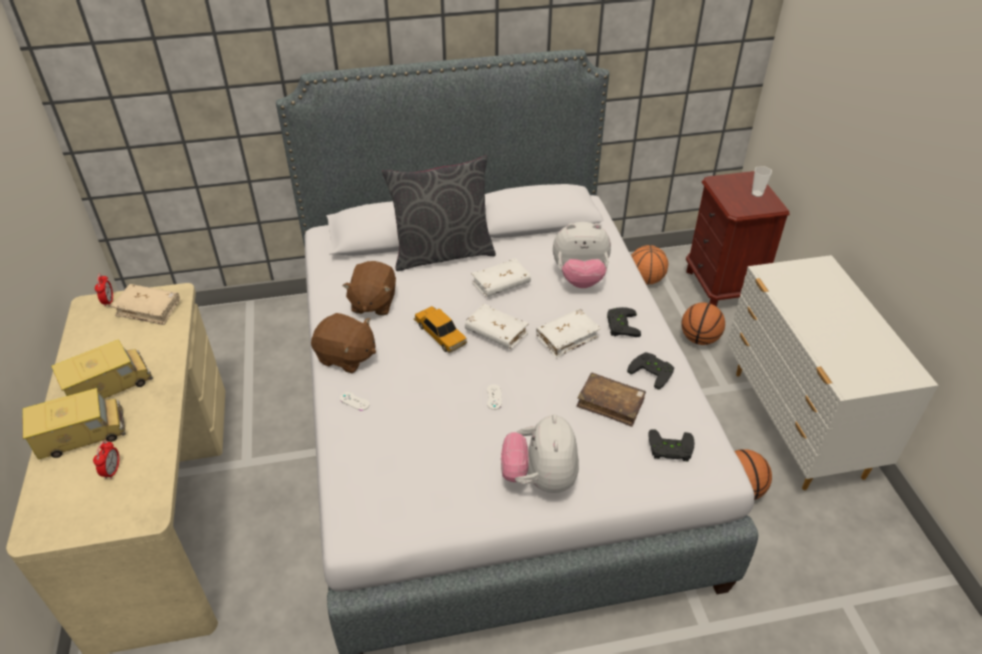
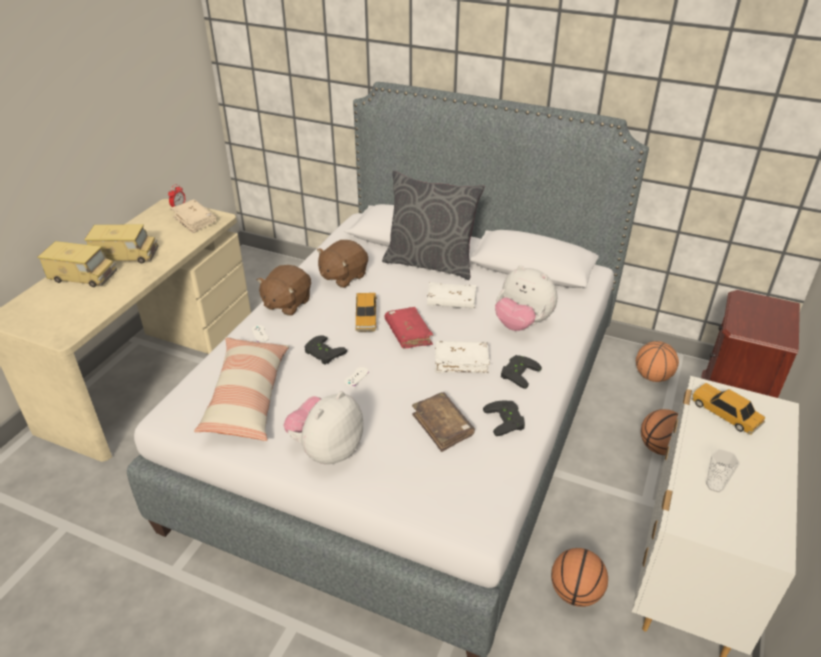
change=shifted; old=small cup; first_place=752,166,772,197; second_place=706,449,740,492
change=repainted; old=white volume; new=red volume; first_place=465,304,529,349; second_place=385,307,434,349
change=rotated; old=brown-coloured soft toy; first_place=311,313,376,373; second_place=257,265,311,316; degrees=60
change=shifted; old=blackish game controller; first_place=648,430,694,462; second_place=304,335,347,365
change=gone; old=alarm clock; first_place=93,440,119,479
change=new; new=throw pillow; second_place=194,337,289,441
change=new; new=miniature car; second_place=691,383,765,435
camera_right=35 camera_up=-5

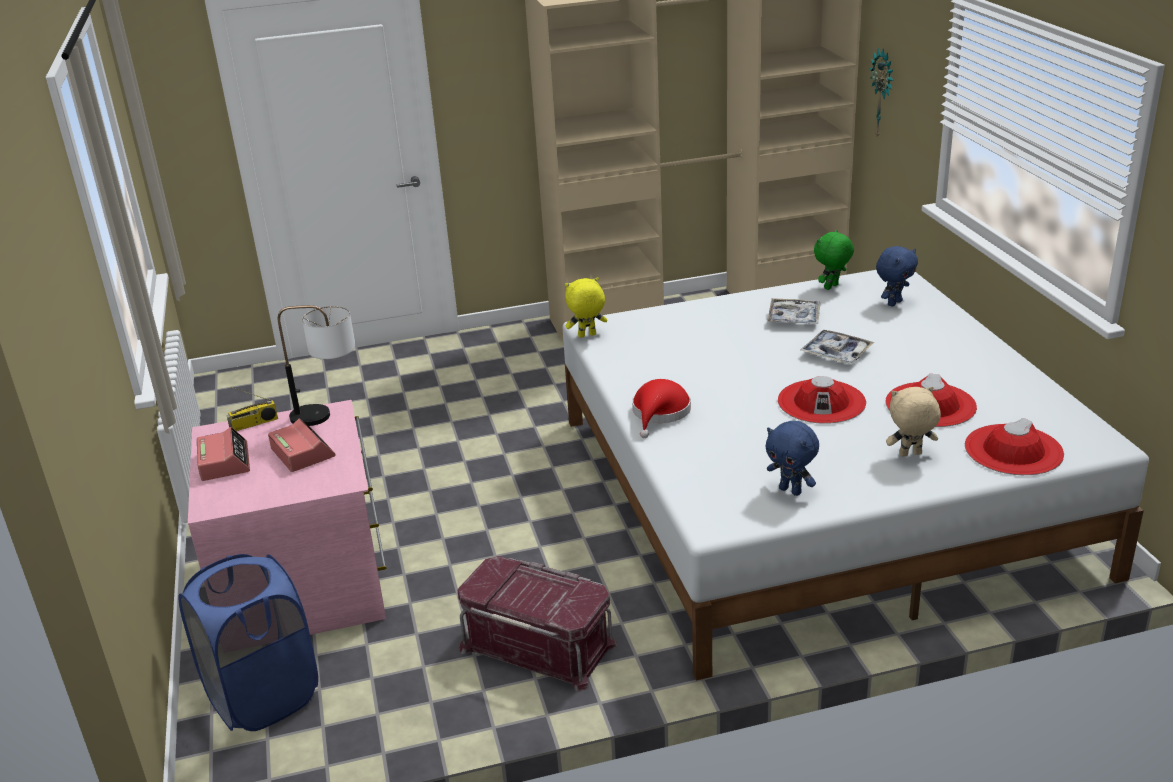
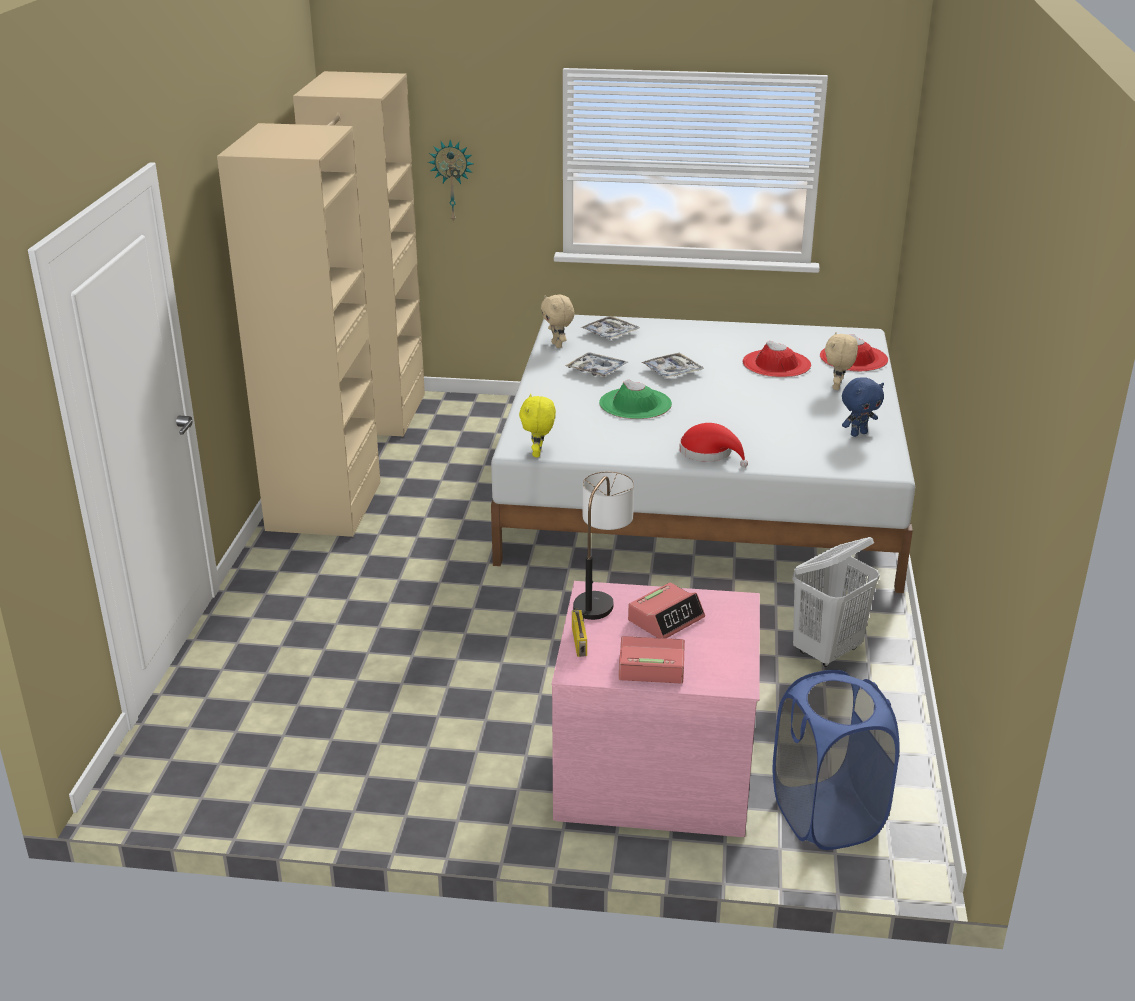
change=repainted; old=green-coloured soft toy; new=beige-coloured soft toy; first_place=814,230,854,290; second_place=541,295,575,348
change=swapped; old=blue soft toy; new=serving tray; first_place=876,246,918,306; second_place=581,316,640,340
change=gone; old=red clothing hat; first_place=778,376,866,424
change=rotated; old=alarm clock; first_place=268,418,336,472; second_place=628,582,705,638; degrees=150
change=swapped; old=red storage container; new=white laundry basket; first_place=457,556,618,692; second_place=793,537,880,667
change=new; new=green-coloured clothing hat; second_place=599,379,672,419
camera_right=-70 camera_up=0

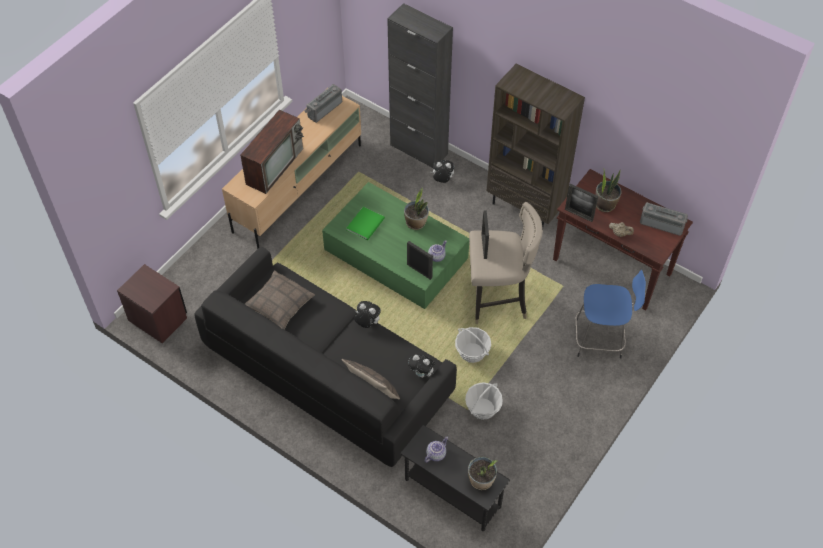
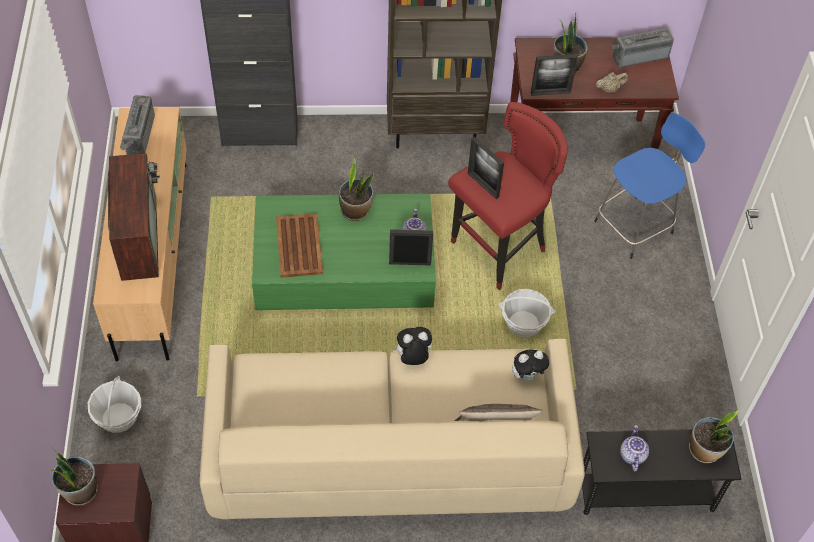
change=gone; old=soft toy; first_place=430,160,454,183
change=repainted; old=beige-coloured stool seat; new=red stool seat; first_place=469,202,543,324; second_place=448,102,568,290
change=swapped; old=green-coloured volume; new=brown-coloured serving tray; first_place=347,207,385,240; second_place=276,213,323,278
change=repainted; old=blackish sofa; new=beige-coloured sofa; first_place=195,246,457,467; second_place=200,339,585,519
change=gone; old=throw pillow; first_place=245,270,315,329
change=shifted; old=storage basket; first_place=465,383,503,420; second_place=88,376,141,433
change=new; new=potted plant; second_place=50,447,98,506
camera_right=-40 camera_up=0

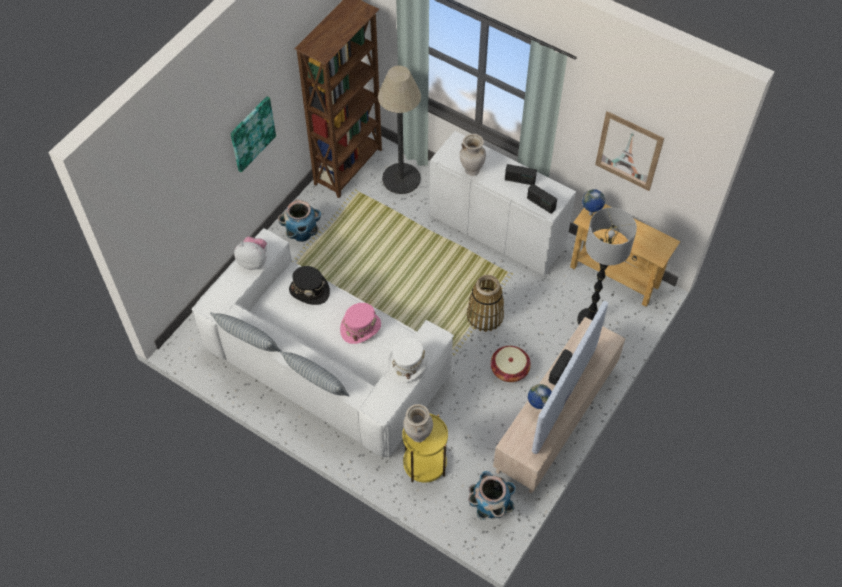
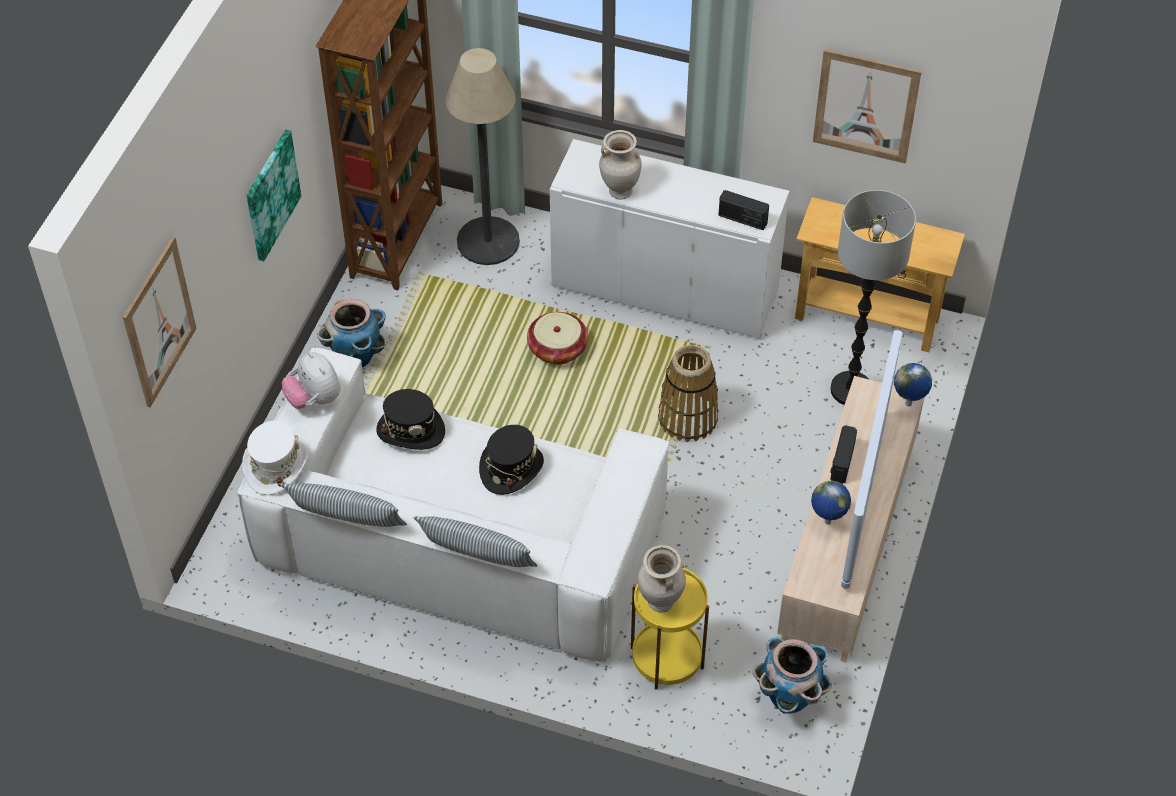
change=gone; old=radio; first_place=505,164,537,185
change=shifted; old=world globe; first_place=582,189,605,216; second_place=894,363,932,407
change=rotated; old=soft toy; first_place=234,237,267,270; second_place=282,352,341,409; degrees=-120
change=repainted; old=pink-coloured clothing hat; new=blackish clothing hat; first_place=340,303,381,344; second_place=479,425,544,495
change=shifted; old=white clothing hat; first_place=387,337,429,383; second_place=242,420,307,495
change=shifted; old=storage basket; first_place=491,346,531,382; second_place=527,312,588,365
change=new; new=wall picture; second_place=123,237,197,407
camera_right=-15 camera_up=-5

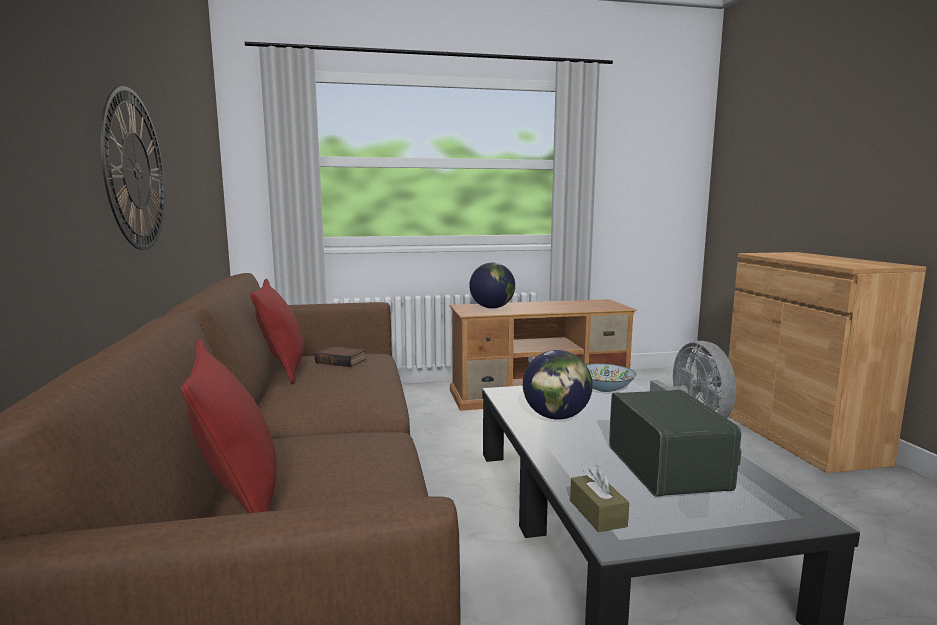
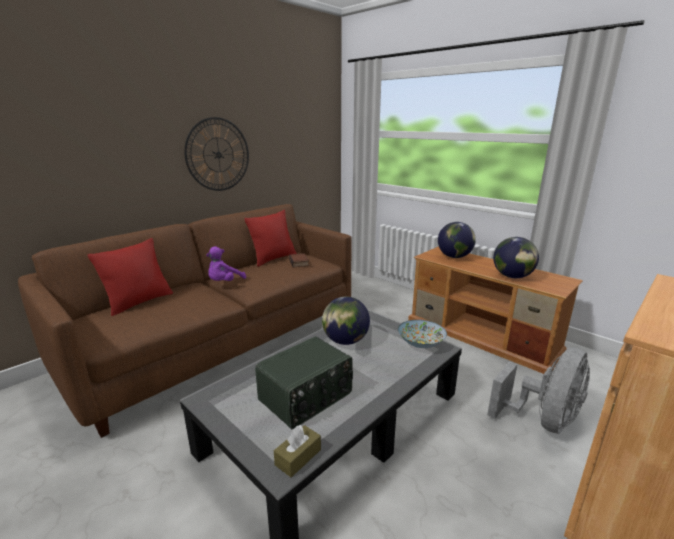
change=shifted; old=brown-coloured tissue holder; first_place=570,465,629,532; second_place=274,424,321,477
change=new; new=world globe; second_place=493,237,539,278
change=new; new=purple-coloured soft toy; second_place=206,247,246,281
camera_right=55 camera_up=10

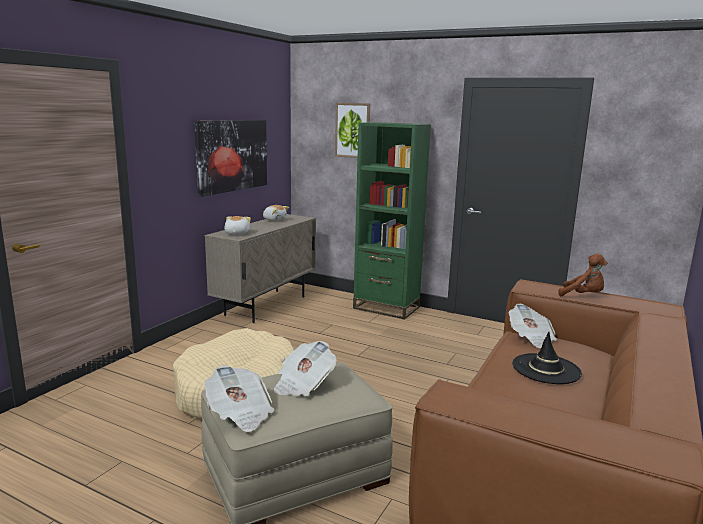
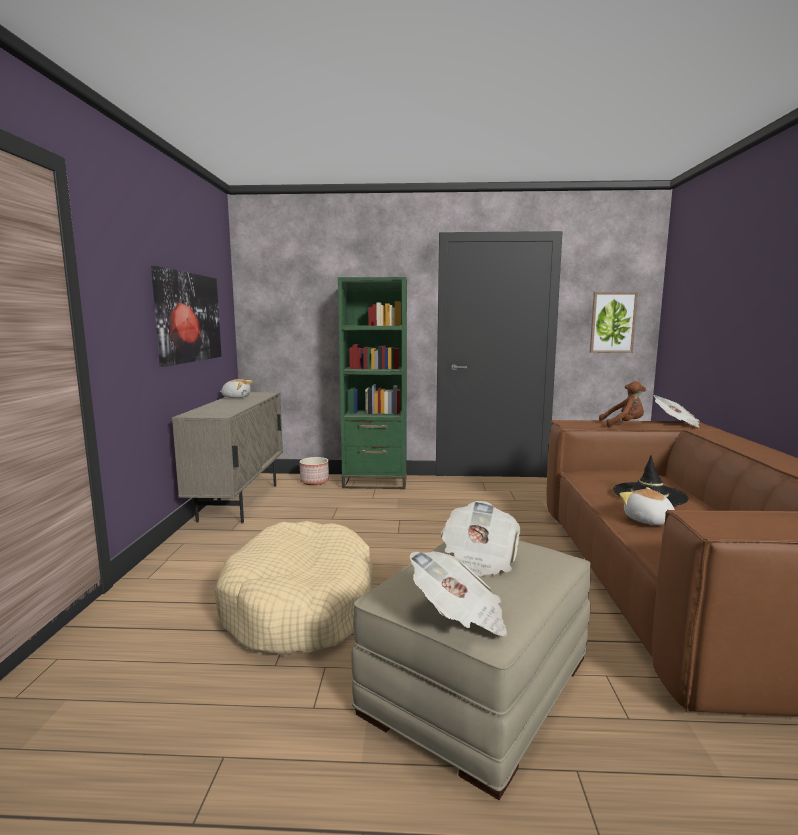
change=shifted; old=wall picture; first_place=335,103,370,158; second_place=590,292,638,353
change=shifted; old=soft toy; first_place=224,216,251,235; second_place=619,487,675,525
change=shifted; old=daily paper; first_place=508,304,557,348; second_place=653,395,700,428
change=new; new=planter; second_place=300,457,329,485
camera_right=-25 camera_up=-5

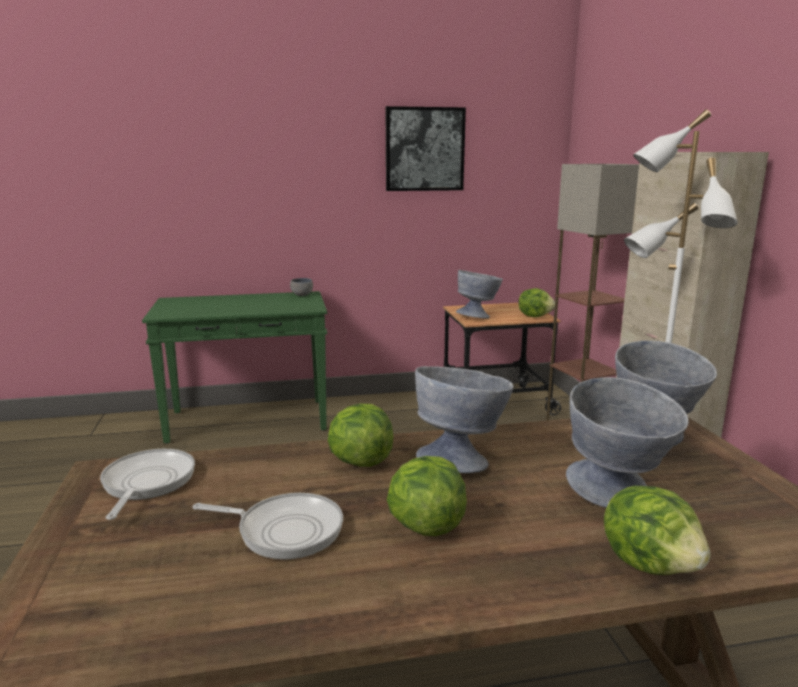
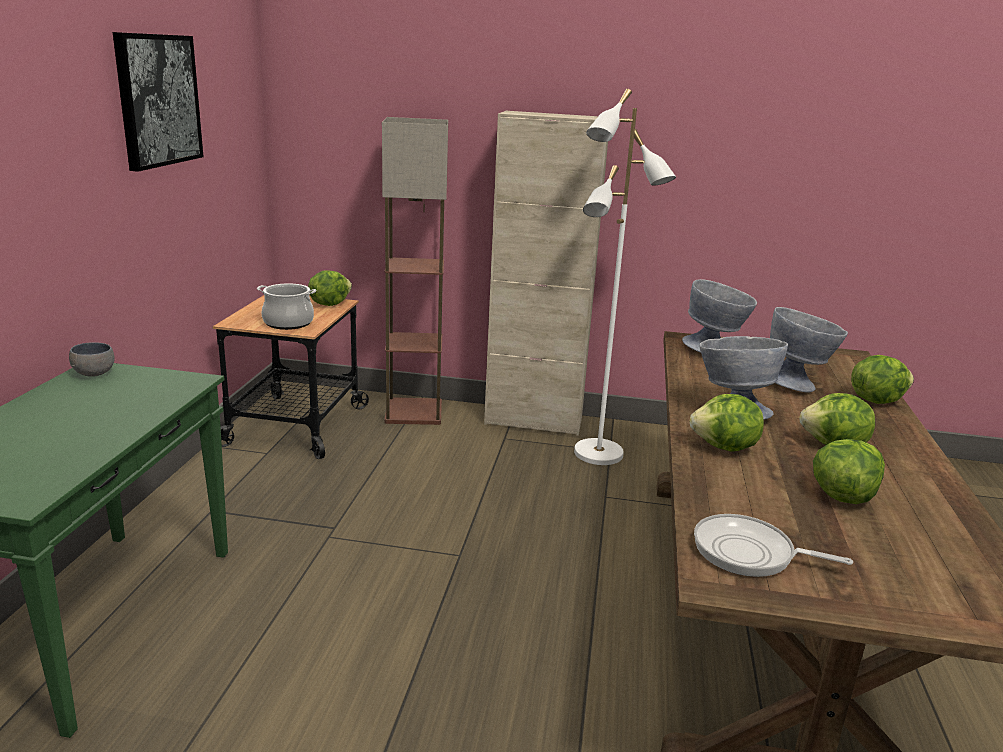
change=swapped; old=grey deep dish; new=stockpot; first_place=456,270,503,319; second_place=257,283,316,330
change=swapped; old=frying pan; new=head of lettuce; first_place=193,493,343,560; second_place=813,439,885,504
camera_right=-70 camera_up=5

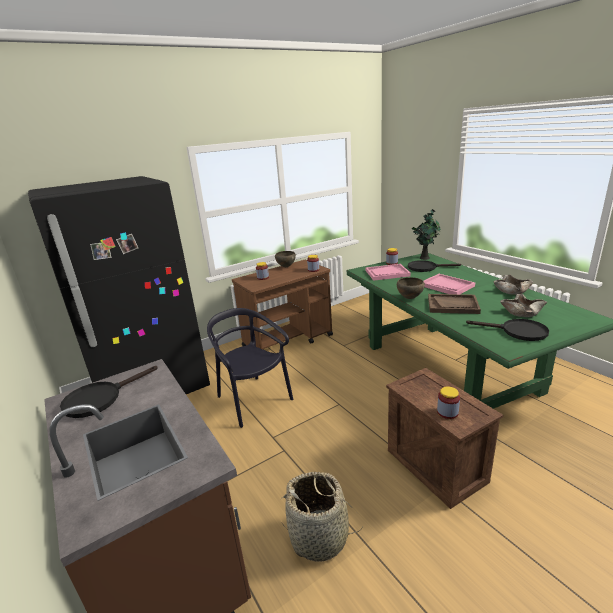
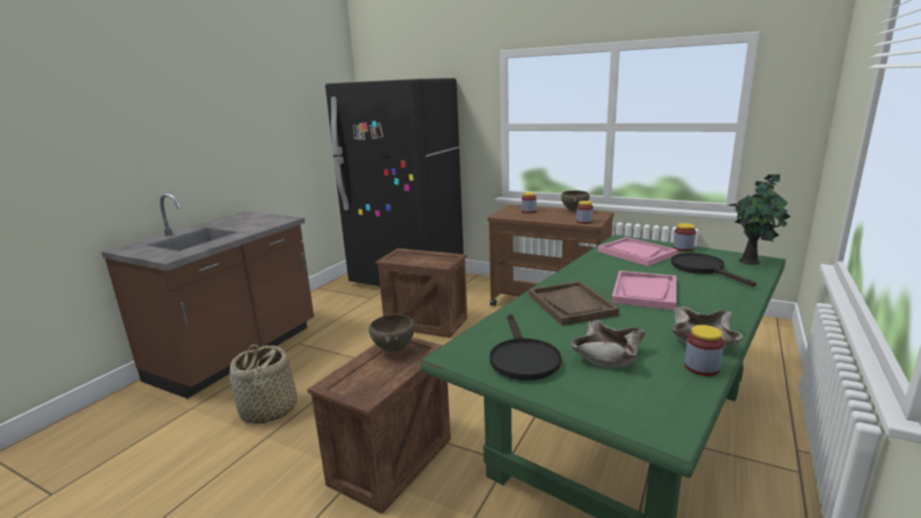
change=shifted; old=brown-coloured deep dish; first_place=397,277,425,299; second_place=369,314,415,352
change=swapped; old=blackish plain chair; new=shipping crate; first_place=207,308,293,428; second_place=375,248,467,338
change=gone; old=blackish frying pan; first_place=60,366,157,418
change=shifted; old=storage jar; first_place=437,386,460,419; second_place=684,325,724,376
camera_right=60 camera_up=-5

